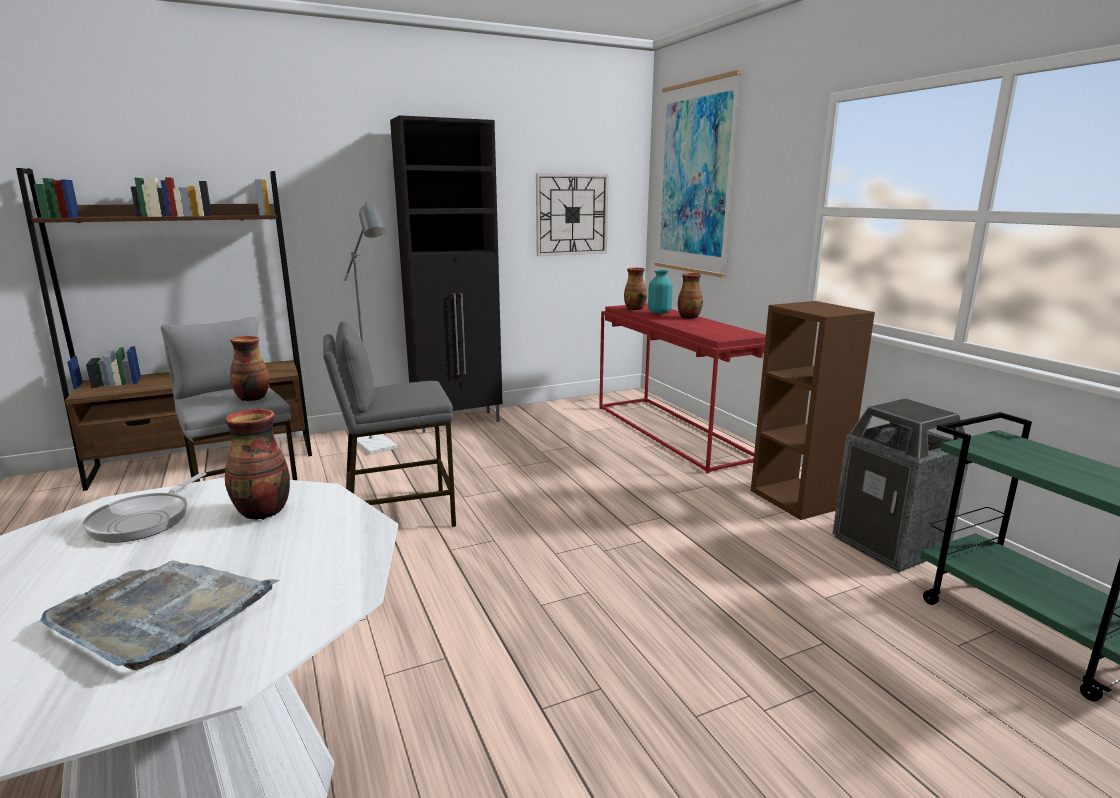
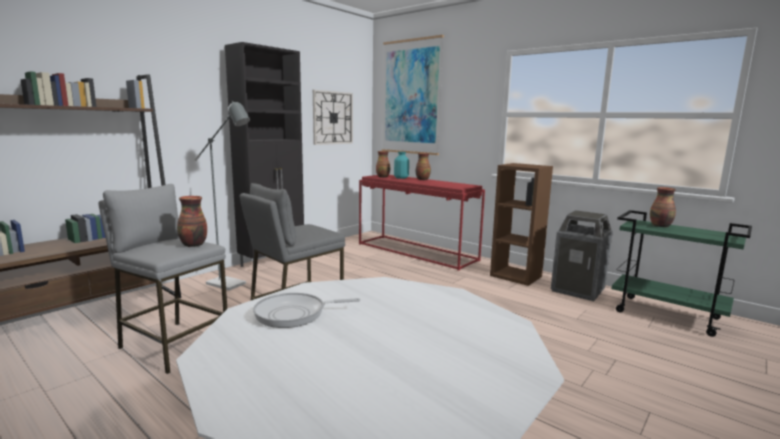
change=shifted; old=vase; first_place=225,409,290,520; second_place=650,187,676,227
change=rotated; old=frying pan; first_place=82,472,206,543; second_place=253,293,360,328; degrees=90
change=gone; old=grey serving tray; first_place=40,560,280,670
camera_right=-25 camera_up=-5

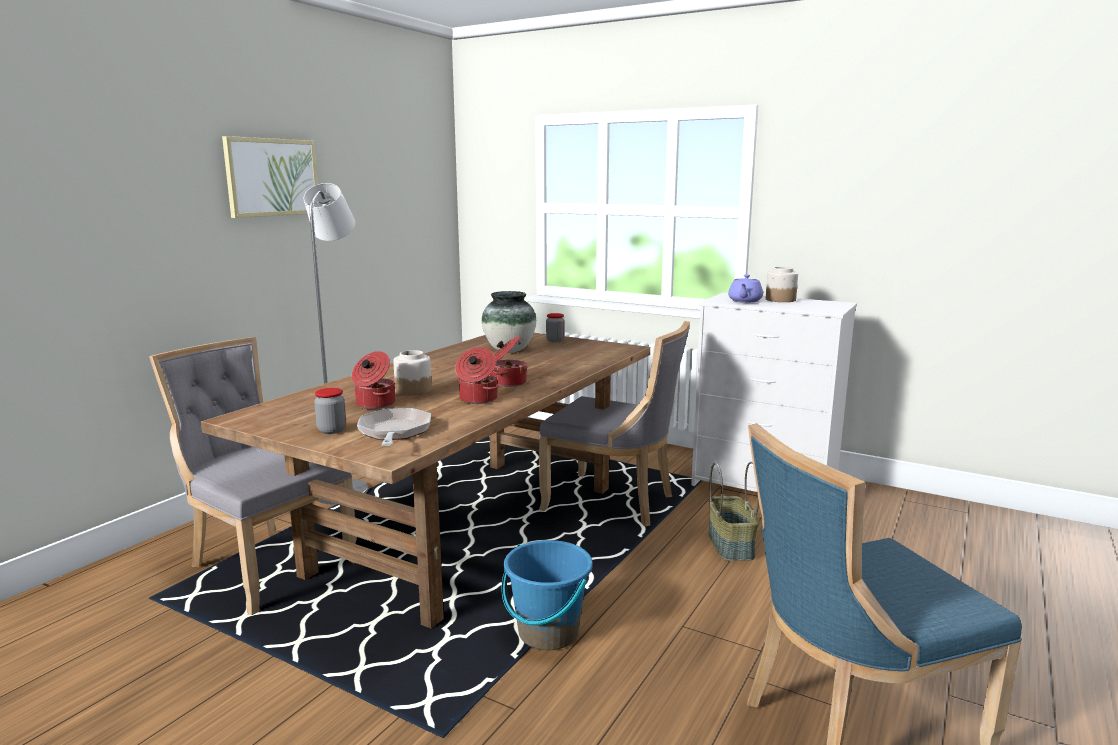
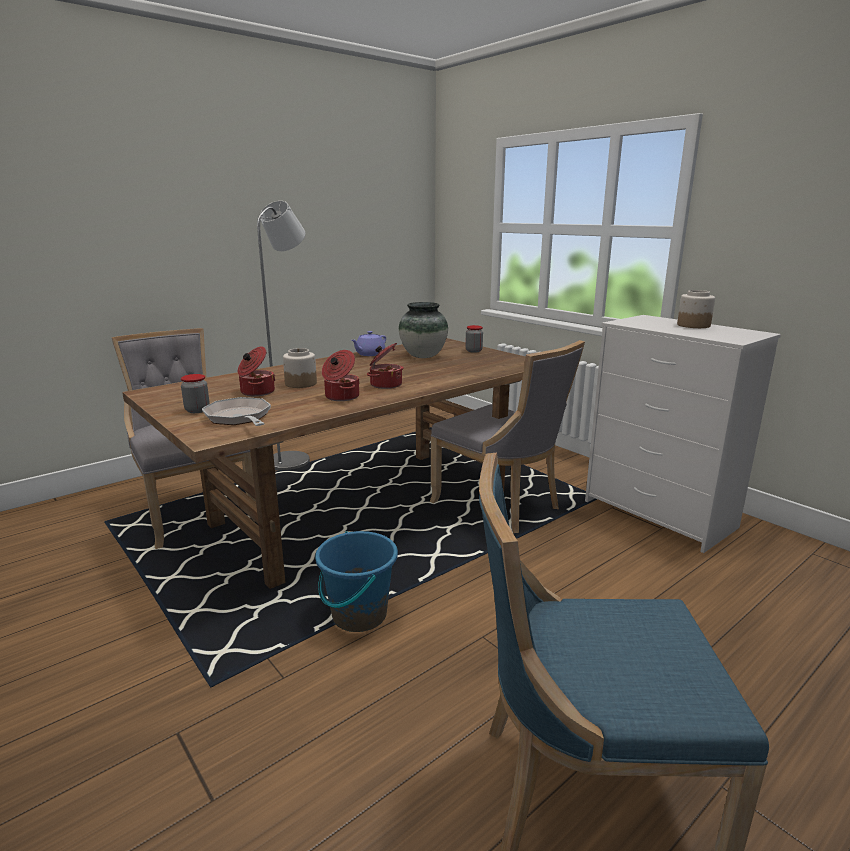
change=gone; old=wall picture; first_place=222,136,318,218
change=shifted; old=purple-coloured tea pot; first_place=728,274,763,303; second_place=351,331,386,356
change=rotated; old=frying pan; first_place=357,408,431,446; second_place=202,397,271,426; degrees=-45
change=gone; old=storage basket; first_place=709,462,759,561
camera_right=20 camera_up=5

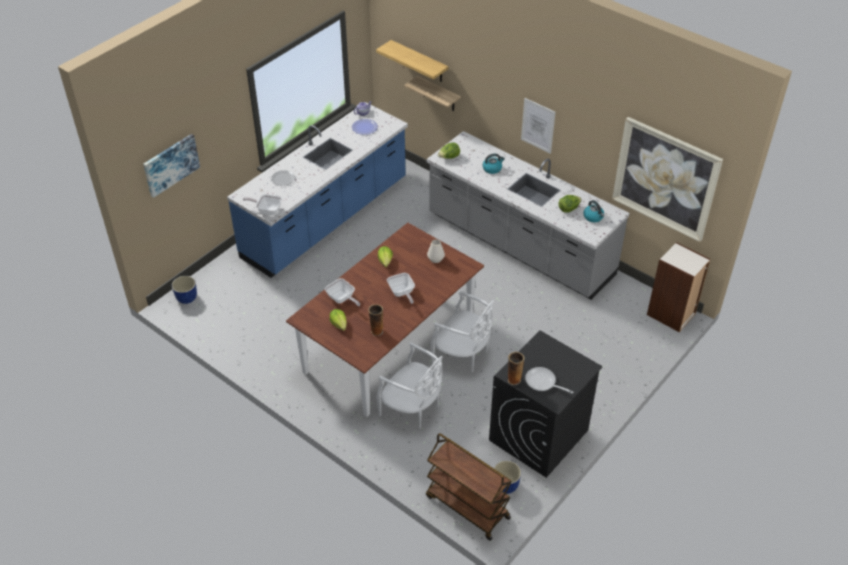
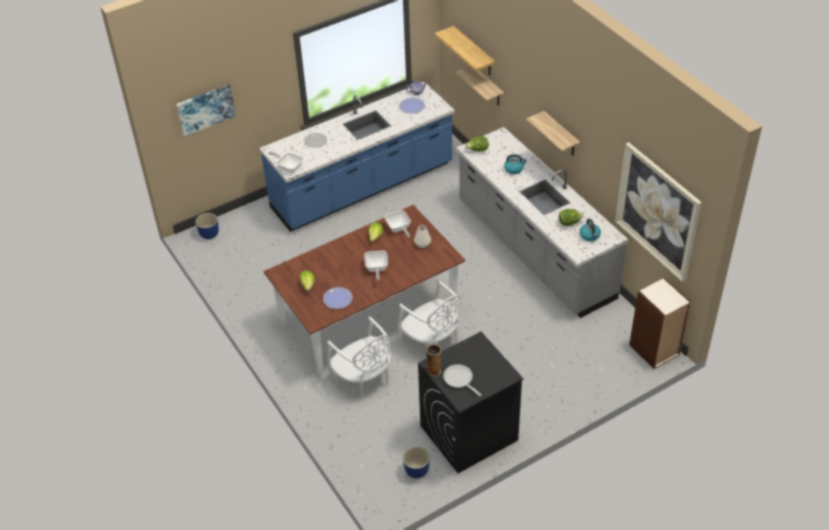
change=swapped; old=wall picture; new=wall shelf; first_place=521,98,555,154; second_place=526,111,580,155
change=shifted; old=frying pan; first_place=325,278,360,306; second_place=384,210,411,238
change=swapped; old=vase; new=flat dish; first_place=368,304,383,336; second_place=323,287,353,309
change=gone; old=brown-coloured wheeled cart; first_place=426,433,512,541
camera_right=20 camera_up=0

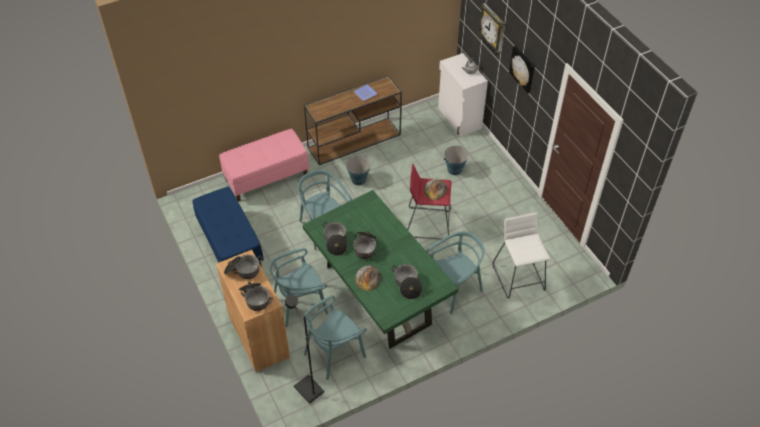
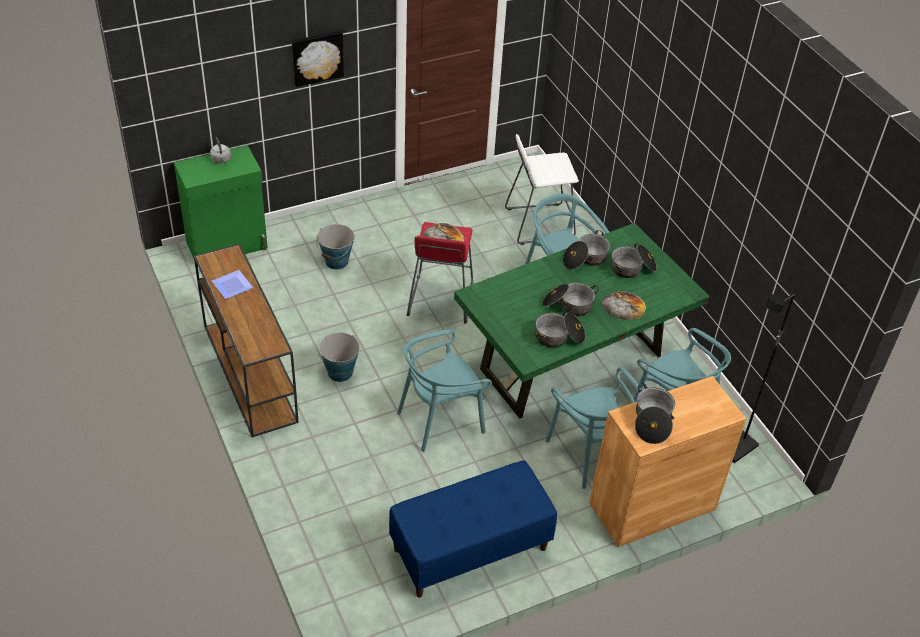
change=gone; old=wall clock; first_place=478,3,505,55
change=repainted; old=white storage cabinet; new=green-coloured storage cabinet; first_place=438,53,488,136; second_place=174,145,268,258
change=gone; old=pink-coloured bench; first_place=219,129,309,202
change=shifted; old=stockpot; first_place=238,282,273,311; second_place=563,230,610,270
camera_right=-90 camera_up=-5

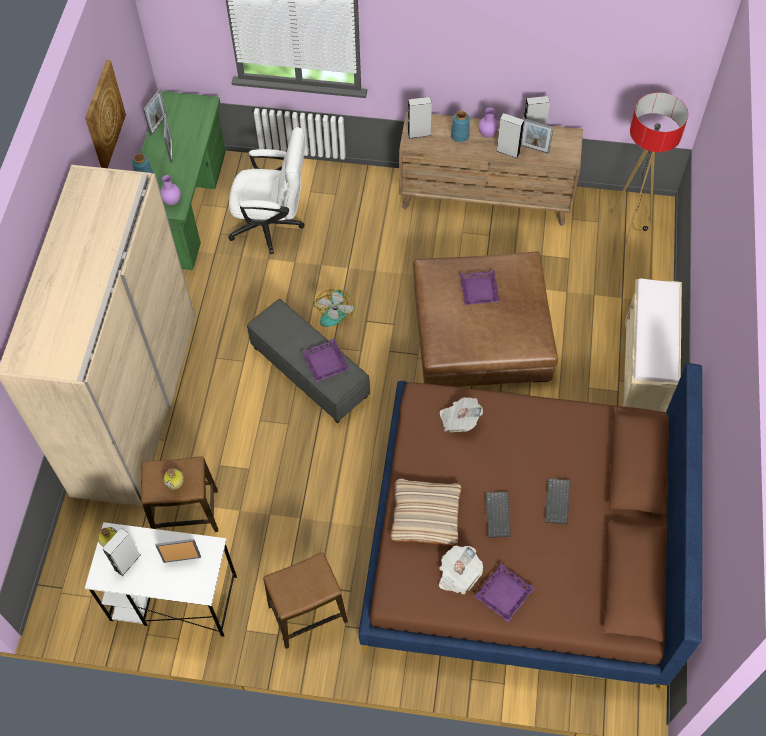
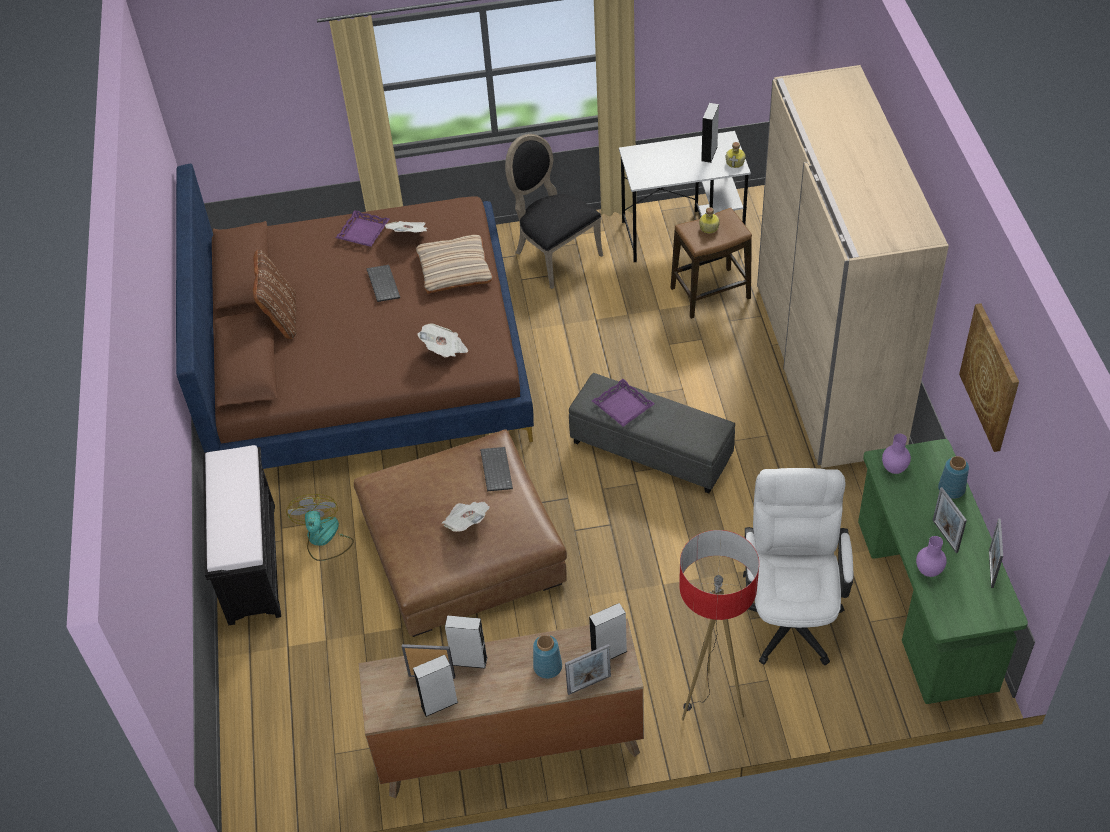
change=shifted; old=standing lamp; first_place=611,92,688,245; second_place=679,530,759,721
change=shifted; old=purple-coloured vase; first_place=479,107,498,138; second_place=916,536,947,577
change=rotated; old=white office chair; first_place=228,127,305,254; second_place=743,468,853,665; degrees=105
change=swapped; old=purple-coloured serving tray; new=daily paper; first_place=459,270,500,305; second_place=442,502,490,532
change=repainted; old=beige-coloured bench; new=blackish bench; first_place=623,279,682,412; second_place=203,445,281,625
change=shifted; old=cooling fan; first_place=313,289,355,327; second_place=286,494,354,561
change=shifted; old=computer keyboard; first_place=545,478,571,524; second_place=480,447,513,491
change=shifted; old=standing frame; first_place=155,539,201,563; second_place=565,644,611,695
change=swapped; old=stool seat; new=blackish plain chair; first_place=263,552,348,649; second_place=505,134,603,289
change=new; new=brown-coloured throw pillow; second_place=253,250,297,339
camera_right=165 camera_up=-10

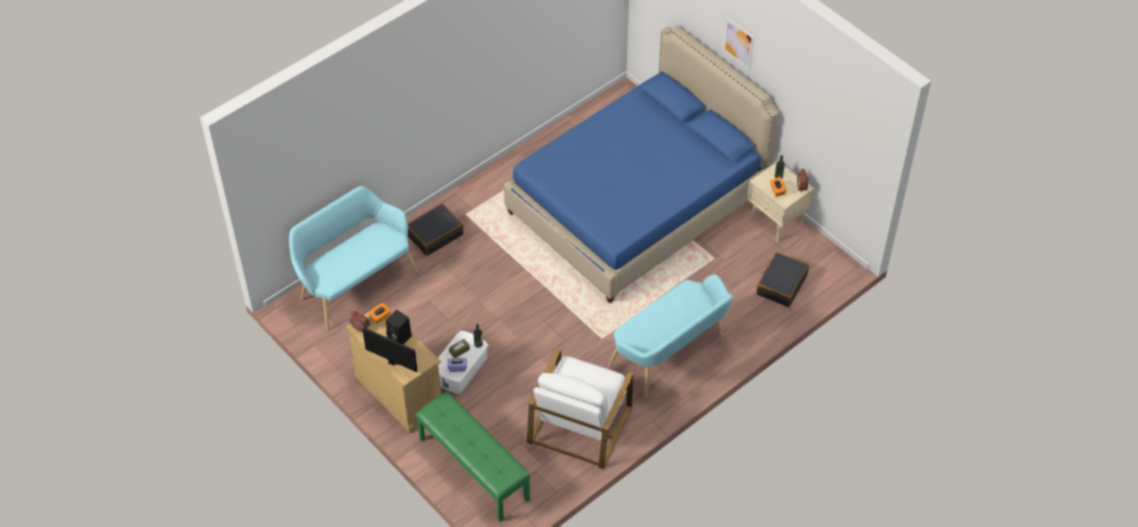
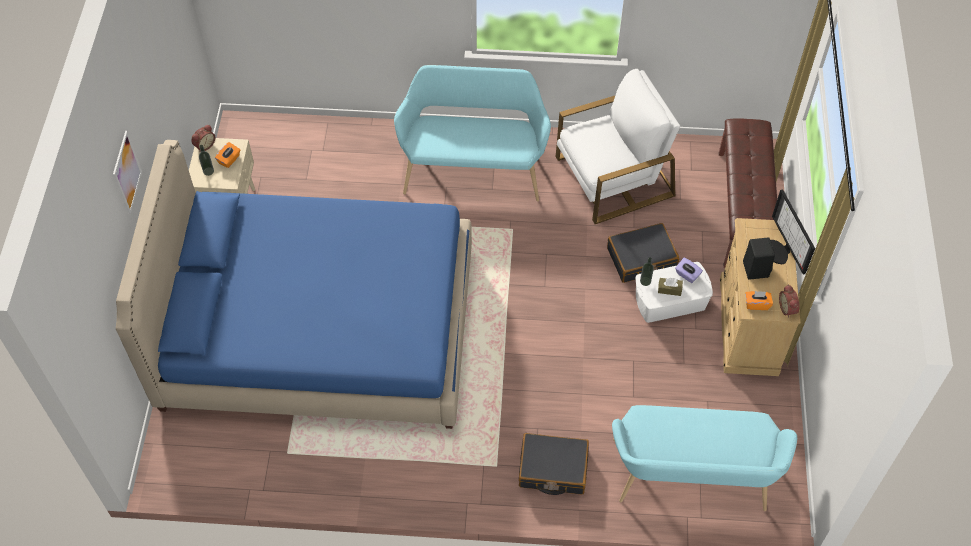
change=shifted; old=blackish piece of luggage; first_place=756,252,809,307; second_place=607,223,679,283
change=repainted; old=green-coloured bench; new=brown-coloured bench; first_place=415,392,530,522; second_place=719,118,777,268
camera_right=-135 camera_up=5

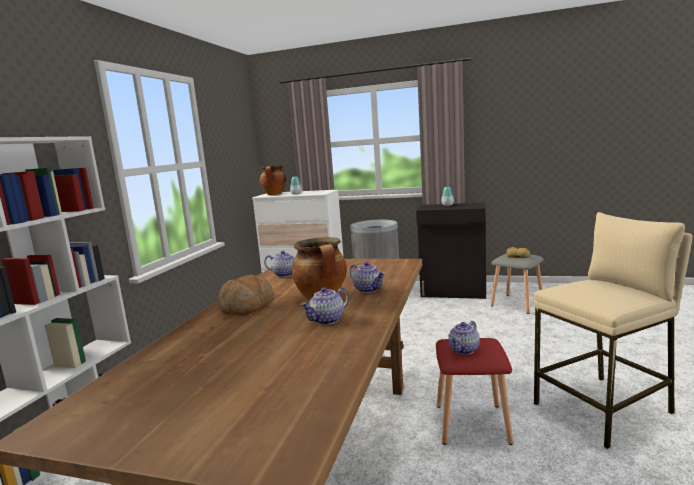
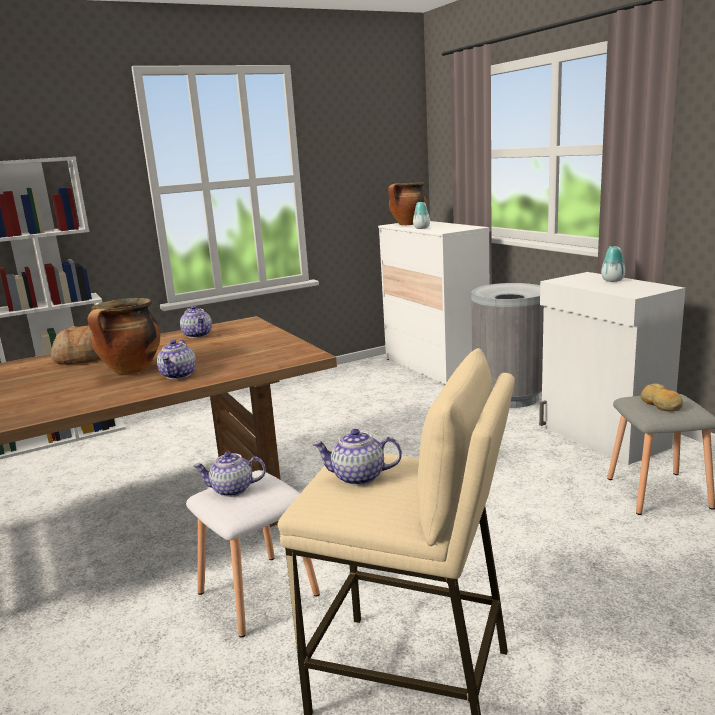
change=repainted; old=blackish storage cabinet; new=white storage cabinet; first_place=416,203,486,299; second_place=539,272,685,465
change=shifted; old=tea pot; first_place=300,287,349,325; second_place=312,429,402,486
change=repainted; old=red stool seat; new=white stool seat; first_place=436,338,513,445; second_place=186,470,320,638
camera_right=45 camera_up=5

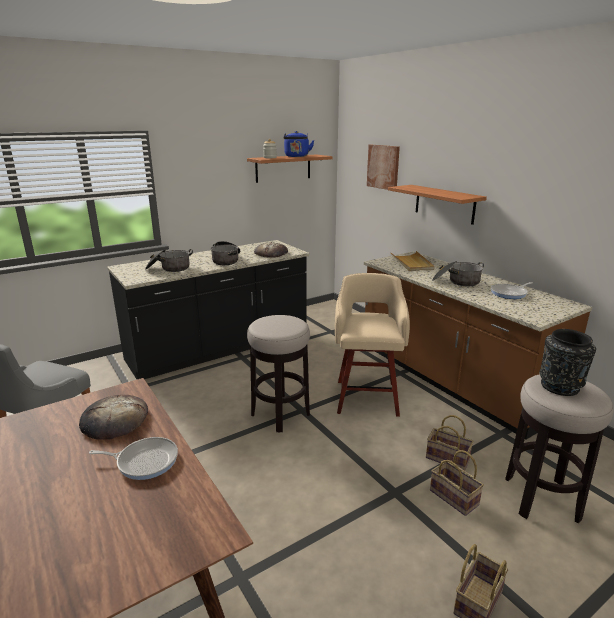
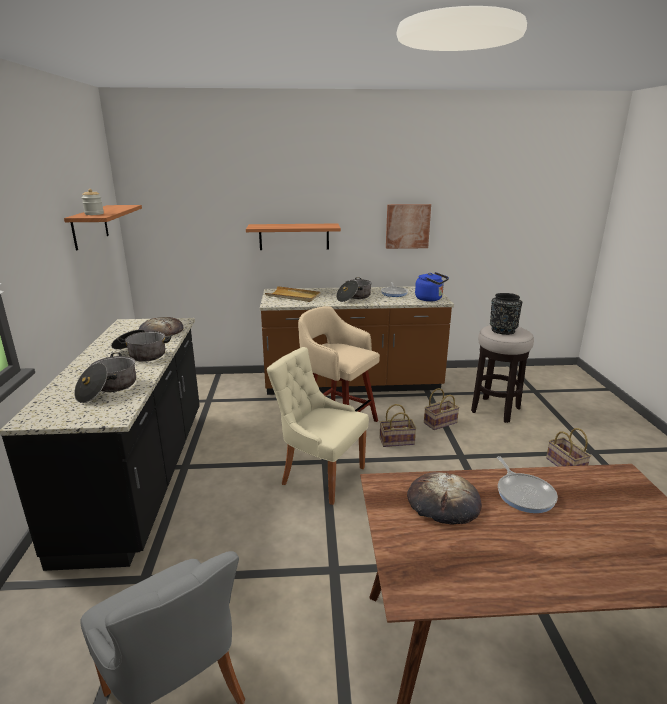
change=shifted; old=blue tea kettle; first_place=284,131,314,157; second_place=415,272,449,301
change=shifted; old=wall picture; first_place=367,145,400,190; second_place=386,204,431,249
change=swapped; old=stool seat; new=beige-coloured plain chair; first_place=247,315,310,433; second_place=267,347,369,505
change=rotated; old=frying pan; first_place=89,437,178,480; second_place=497,456,558,513; degrees=135
change=shifted; old=storage basket; first_place=430,450,484,516; second_place=380,404,417,447
camera_right=-60 camera_up=0

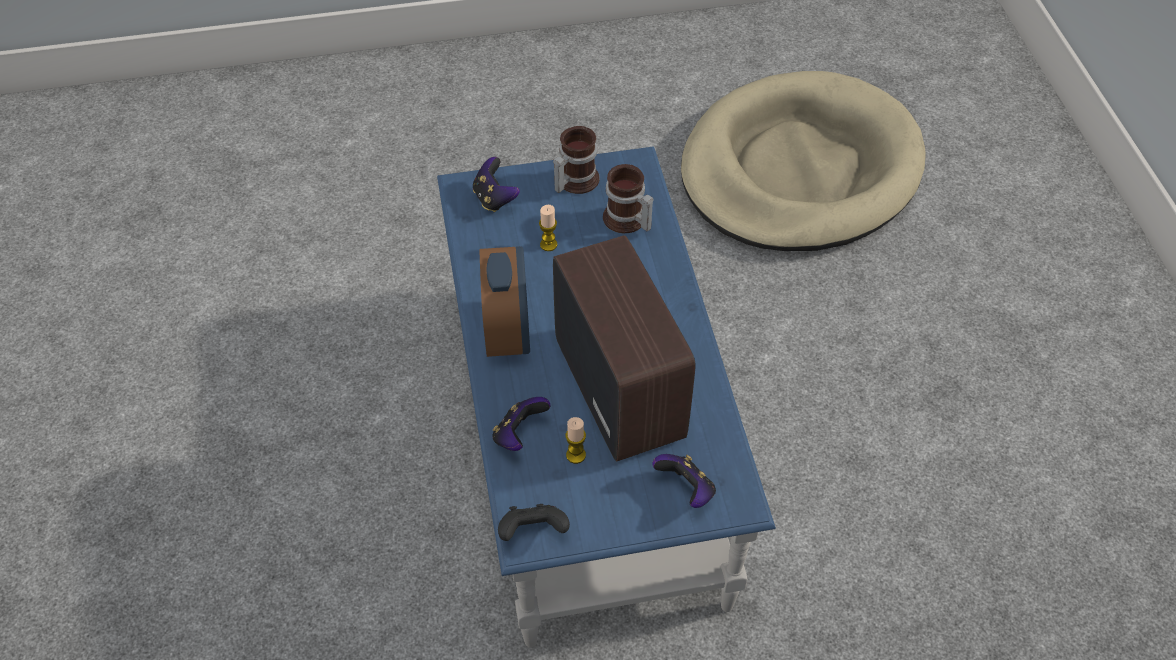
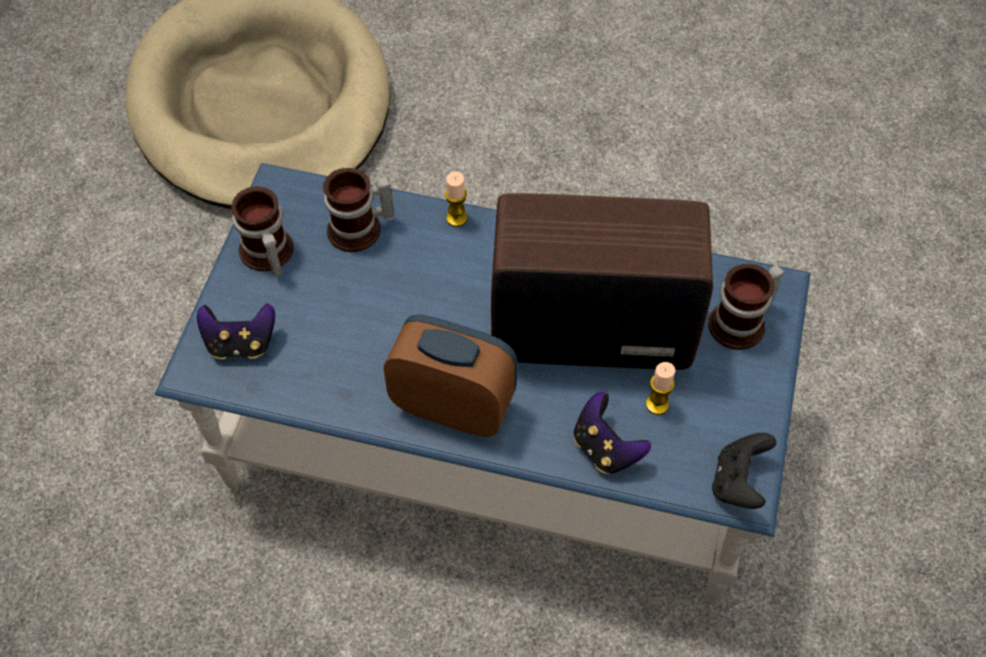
change=shifted; old=wax light; first_place=539,205,557,251; second_place=445,171,467,227
change=swapped; old=game controller; new=coffee mug; first_place=652,454,716,508; second_place=708,264,784,350
camera_right=-65 camera_up=5

